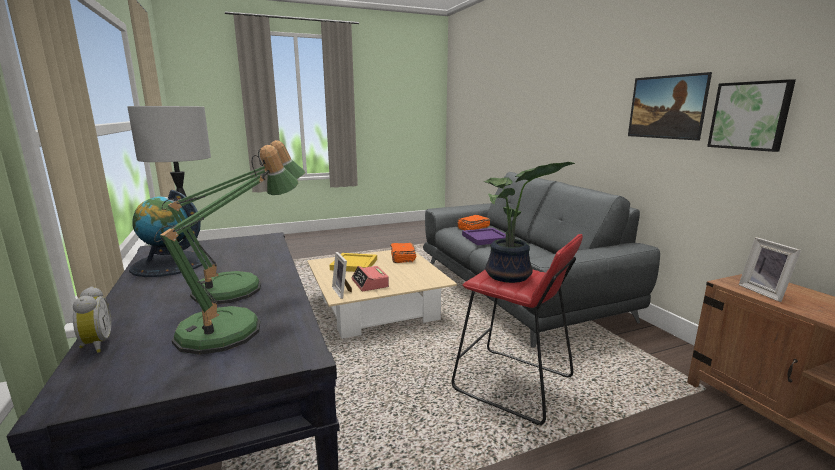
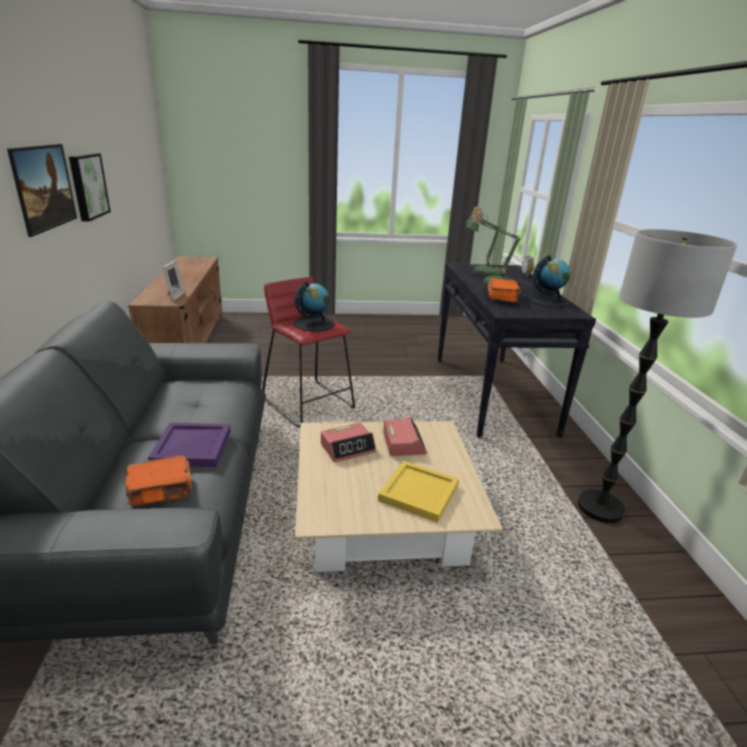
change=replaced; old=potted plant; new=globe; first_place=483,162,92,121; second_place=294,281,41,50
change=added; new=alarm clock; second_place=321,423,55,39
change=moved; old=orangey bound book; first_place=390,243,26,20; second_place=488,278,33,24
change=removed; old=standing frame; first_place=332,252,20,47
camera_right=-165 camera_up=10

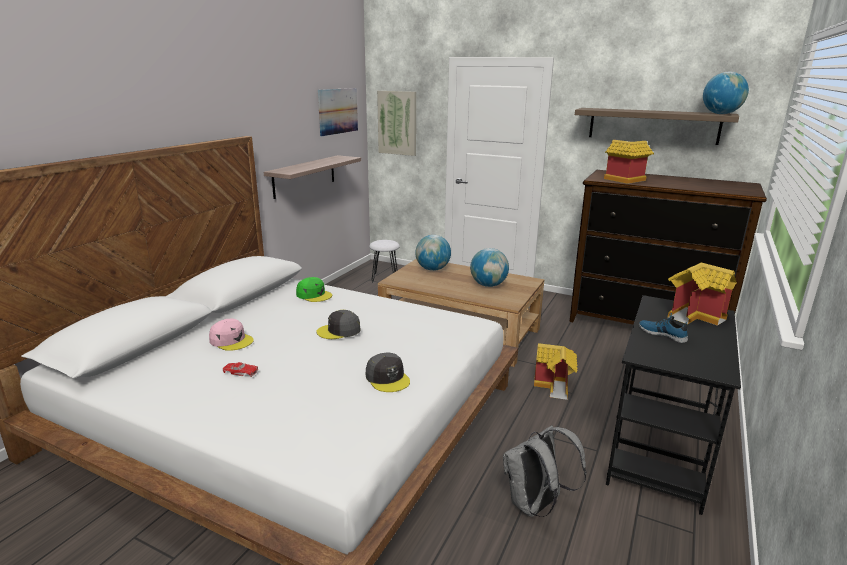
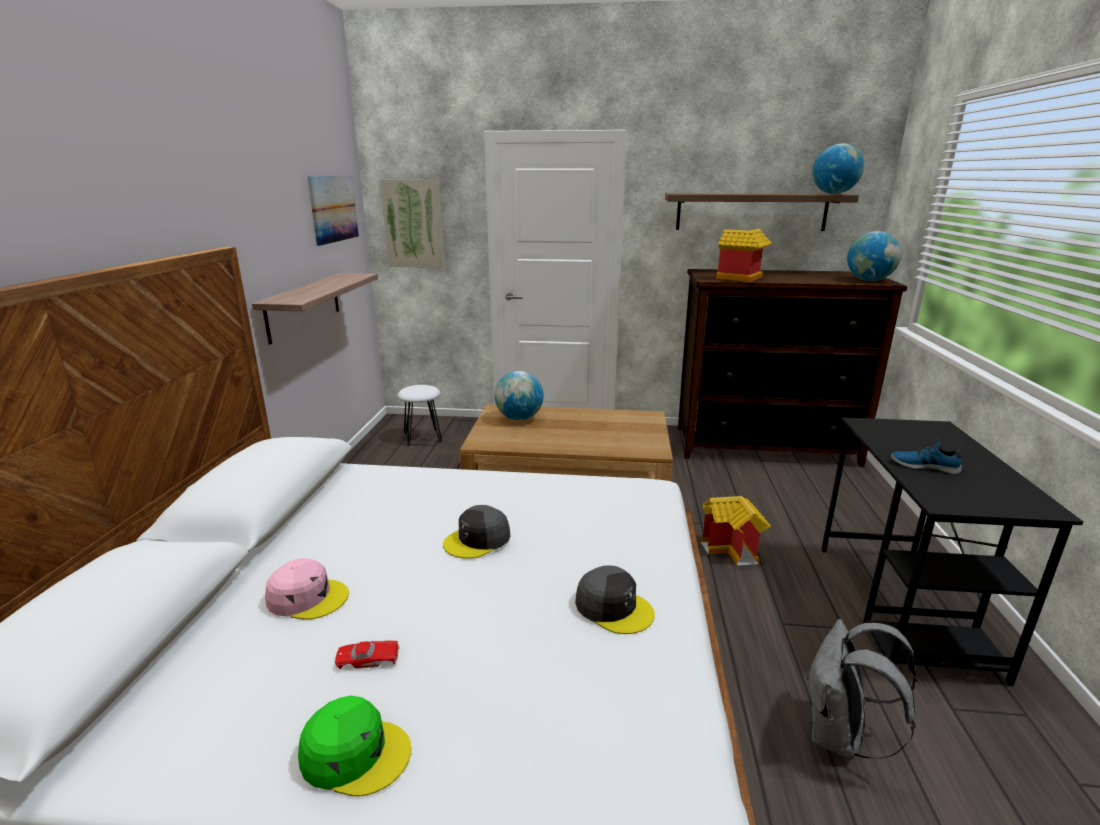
change=moved; old=greenish baseball cap; first_place=296,277,36,25; second_place=298,696,113,100
change=moved; old=globe; first_place=470,248,39,39; second_place=847,231,55,50
change=removed; old=miniature house; first_place=668,262,69,64
camera_right=-20 camera_up=0

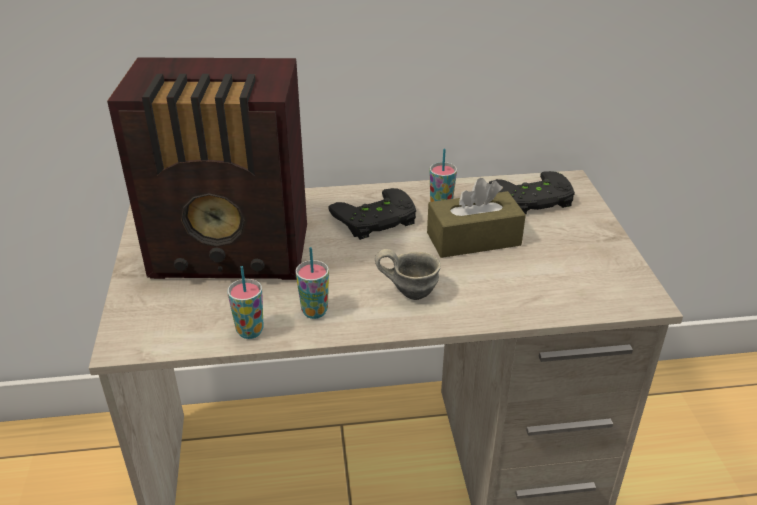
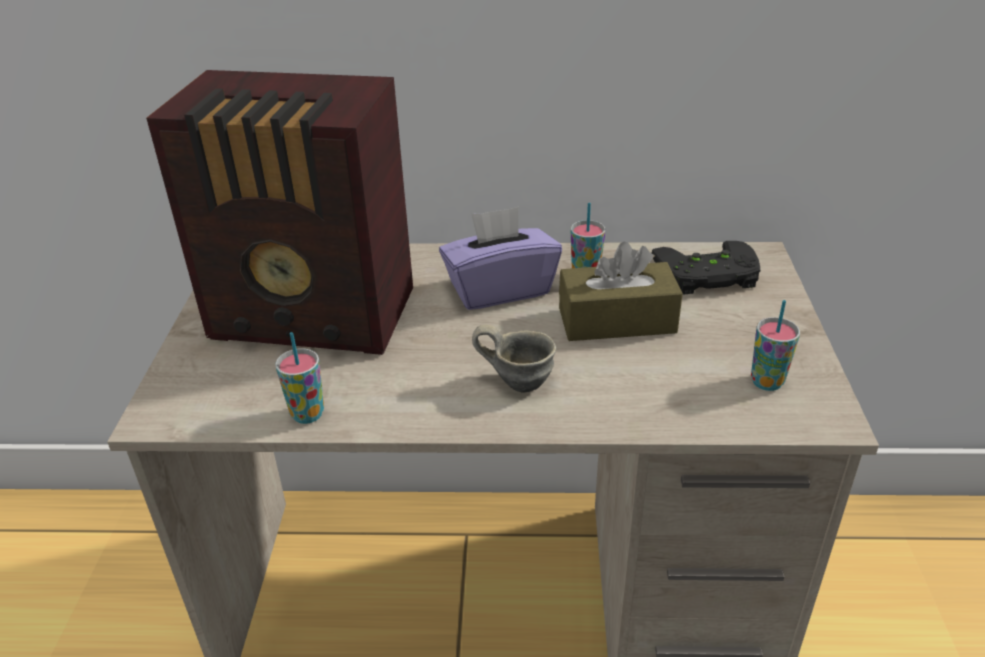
change=replaced; old=black-coloured gamepad; new=purple-coloured box of tissues; first_place=328,188,88,52; second_place=439,207,123,103
change=moved; old=drinking cup; first_place=295,247,34,72; second_place=751,300,49,91
camera_right=10 camera_up=0

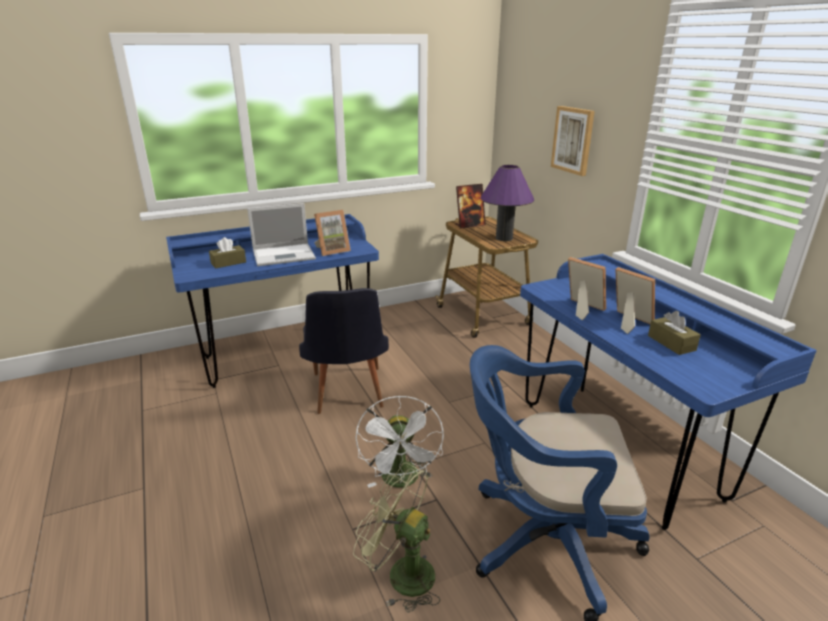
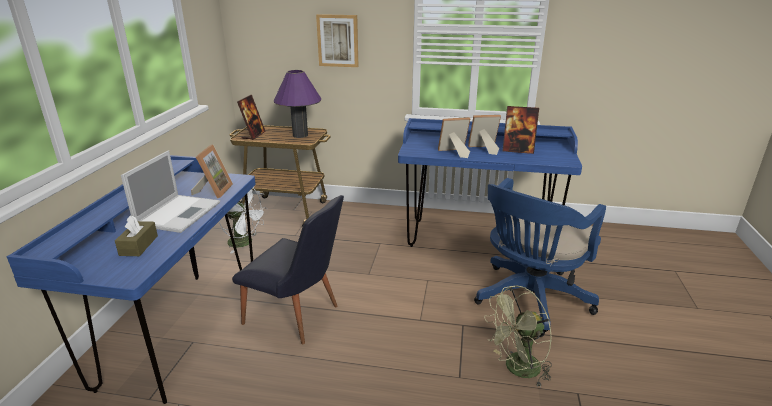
change=moved; old=whitish fan; first_place=355,396,89,92; second_place=219,188,48,65
change=replaced; old=brownish box of tissues; new=standing frame; first_place=648,311,53,44; second_place=503,106,36,48
camera_right=-55 camera_up=0

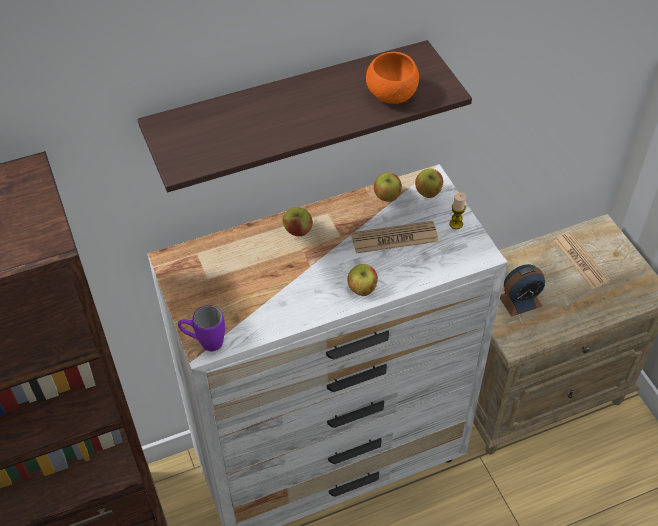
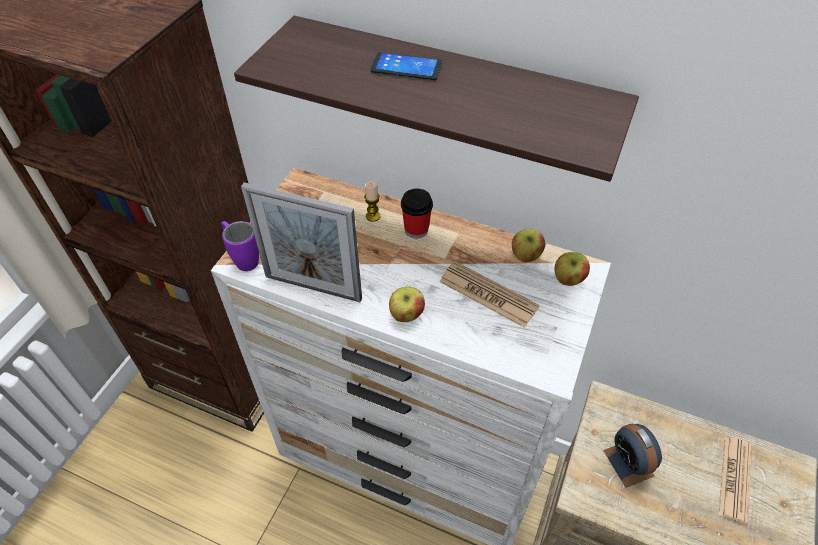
change=added; new=standing frame; second_place=241,182,121,120
change=moved; old=candle; first_place=449,192,17,37; second_place=364,181,16,41
change=added; new=phone; second_place=371,52,71,28
change=replaced; old=apple fruit; new=drinking cup; first_place=283,207,30,29; second_place=401,189,32,49
change=turned; old=alarm clock; first_place=500,264,45,53; second_place=603,424,59,64; degrees=45
change=removed; old=orangey bowl; first_place=366,52,53,52
camera_right=45 camera_up=0

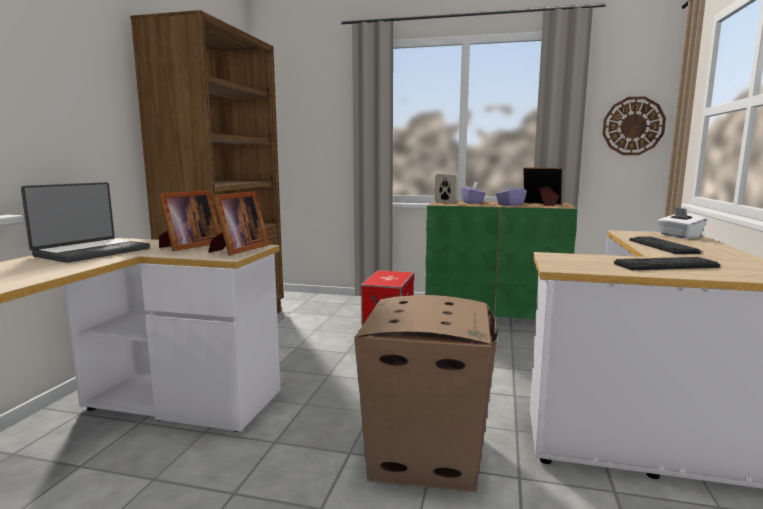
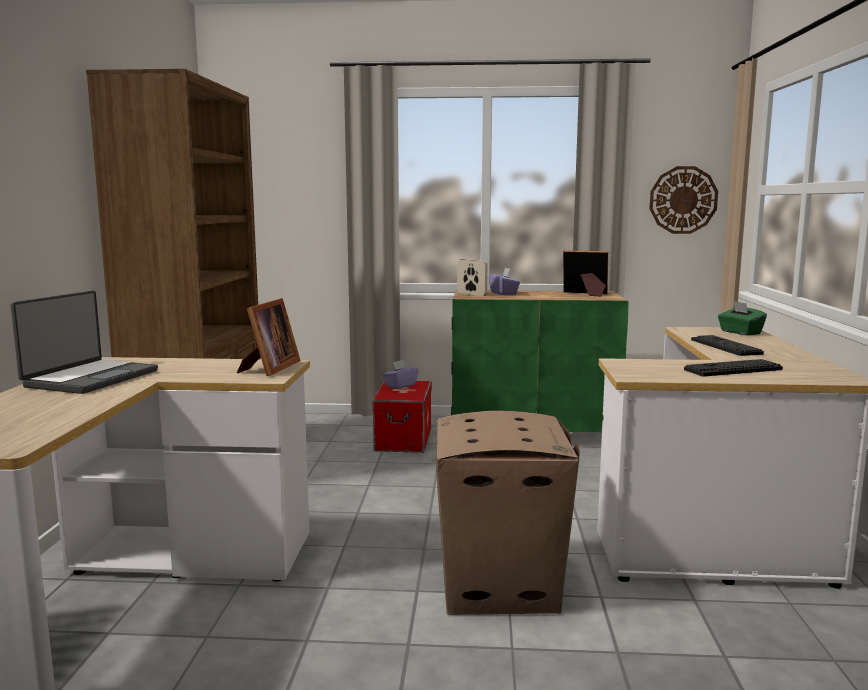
change=moved; old=purple-coloured box of tissues; first_place=496,183,31,23; second_place=383,360,36,29
change=recoloured; old=whitish box of tissues; new=greenish box of tissues; first_place=658,207,49,31; second_place=718,301,49,35
change=removed; old=standing frame; first_place=159,190,61,61
camera_right=-10 camera_up=0

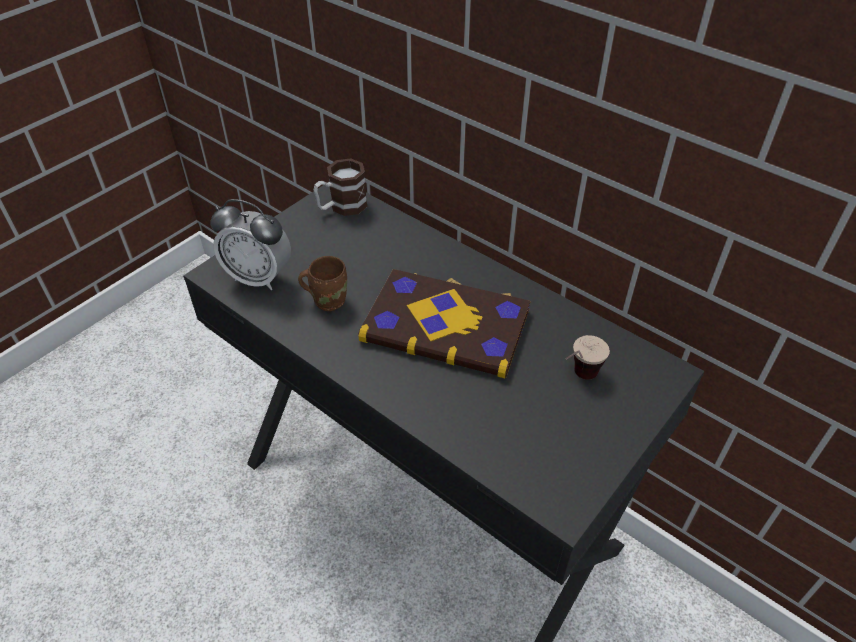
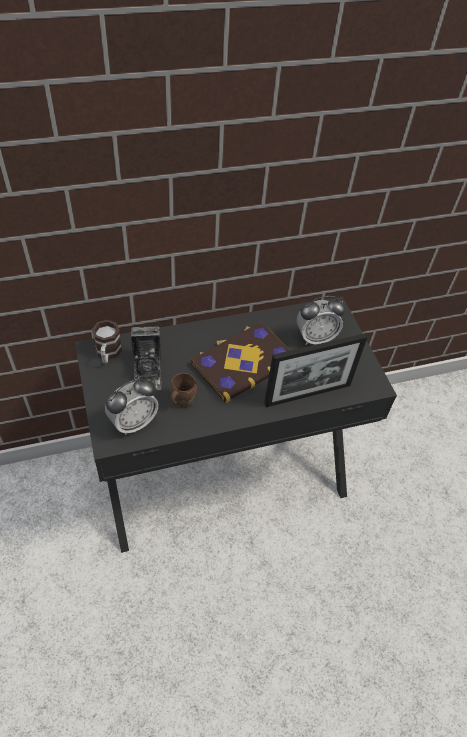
change=added; new=still camera; second_place=131,326,31,64
change=added; new=standing frame; second_place=264,333,103,74
change=replaced; old=drinking cup; new=alarm clock; first_place=565,335,45,45; second_place=297,296,48,49
camera_right=-60 camera_up=5

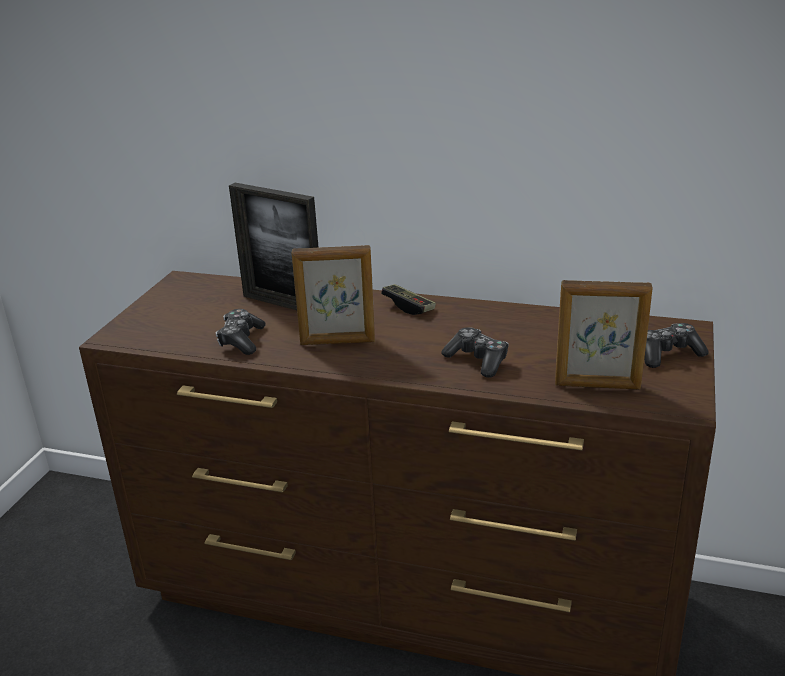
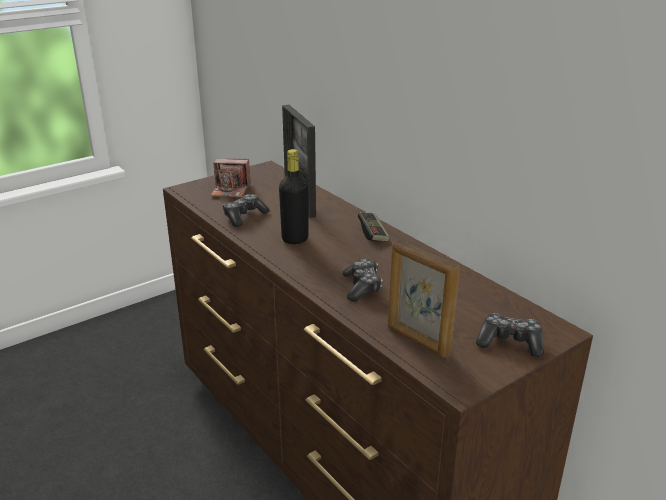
change=added; new=still camera; second_place=211,159,40,38
change=replaced; old=standing frame; new=black-coloured beverage bottle; first_place=291,245,84,100; second_place=279,149,30,96
camera_right=35 camera_up=0

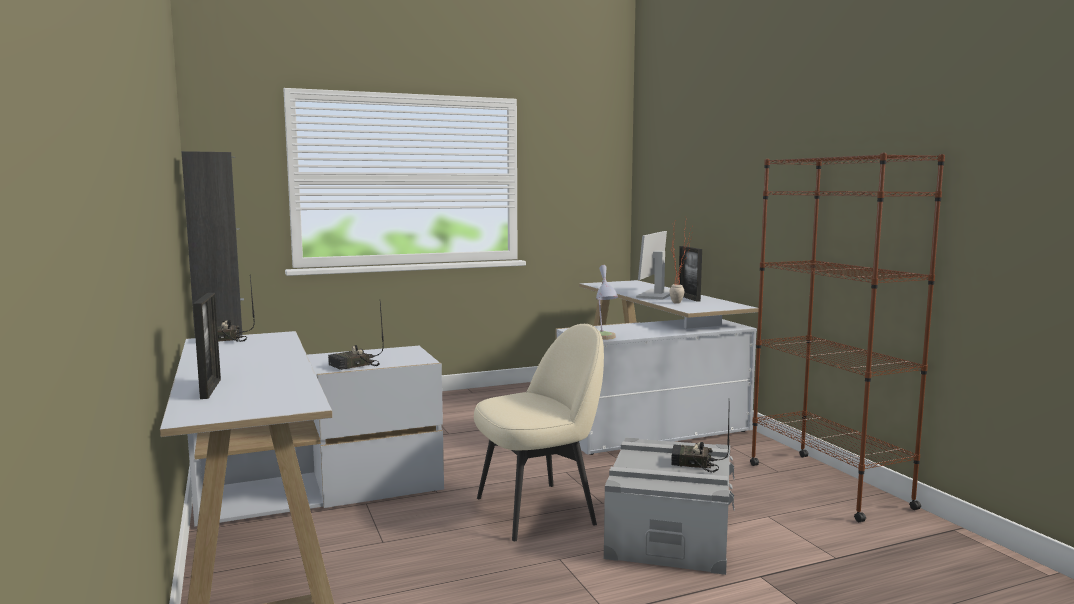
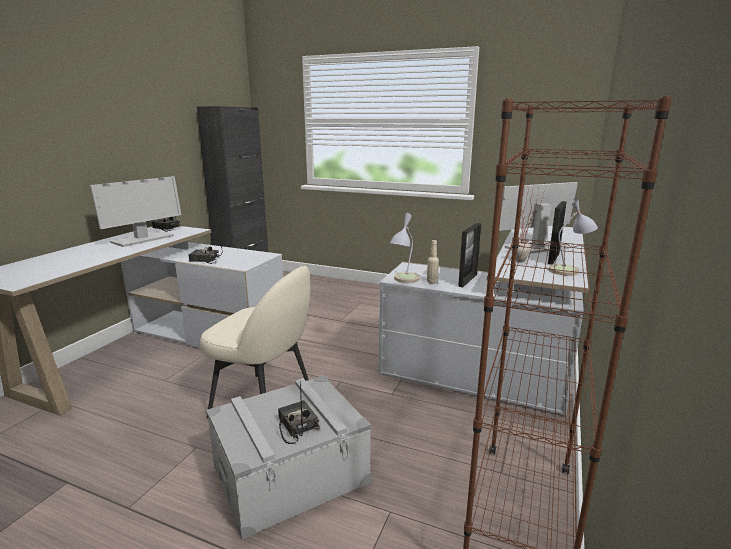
change=added; new=computer screen; second_place=90,176,91,71
change=added; new=beige beverage bottle; second_place=427,240,12,44
change=moved; old=standing frame; first_place=193,293,28,106; second_place=458,223,23,64
change=added; new=table lamp; second_place=548,197,50,79
camera_right=45 camera_up=10

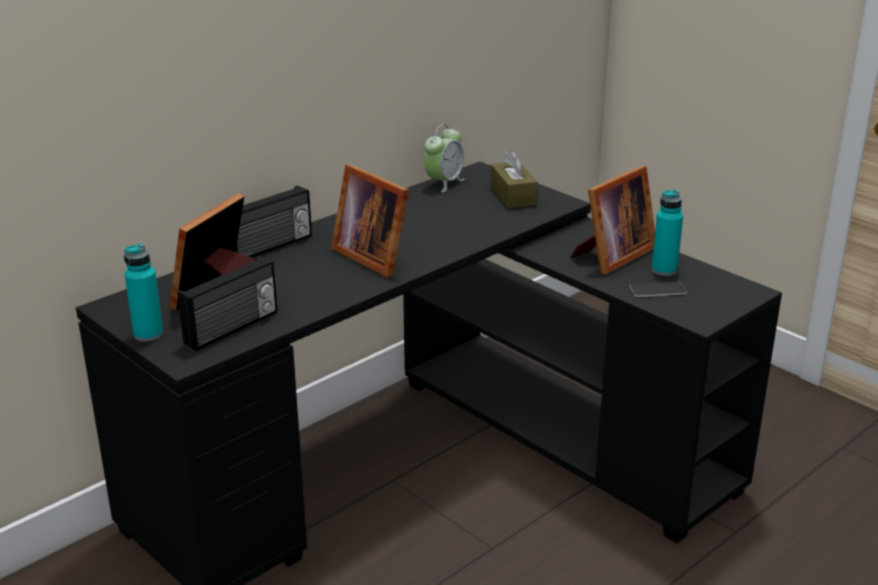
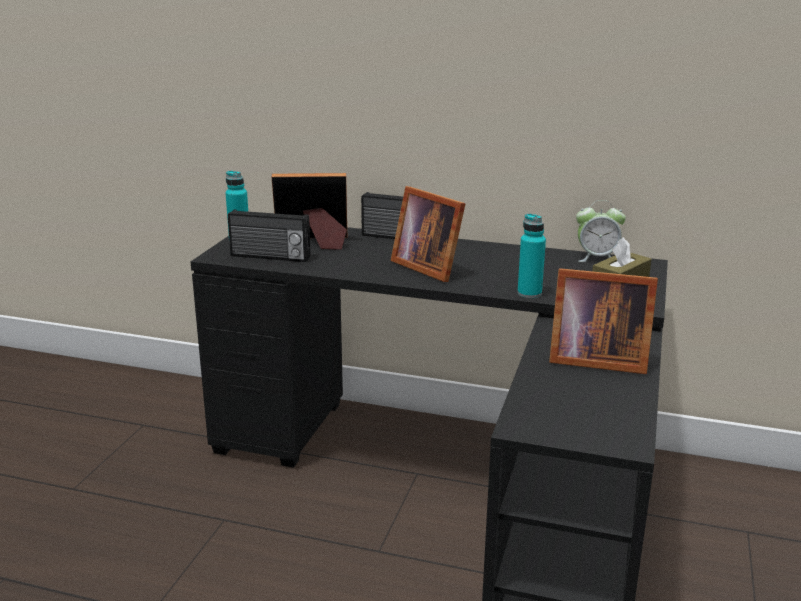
change=turned; old=standing frame; first_place=331,164,78,114; second_place=391,186,74,96; degrees=-60
change=moved; old=turquoise-coloured beverage bottle; first_place=651,190,32,86; second_place=517,213,29,85
change=removed; old=phone; first_place=629,281,58,16
camera_right=60 camera_up=-5

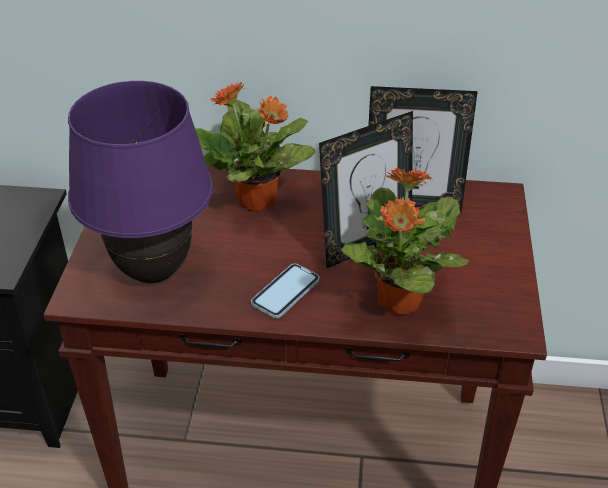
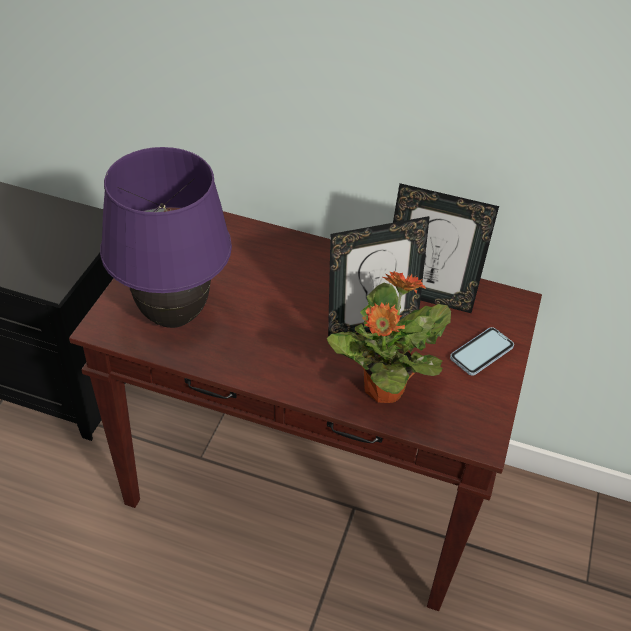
change=moved; old=phone; first_place=251,264,69,54; second_place=450,327,64,49
change=removed; old=potted plant; first_place=195,82,120,130
camera_right=10 camera_up=5

